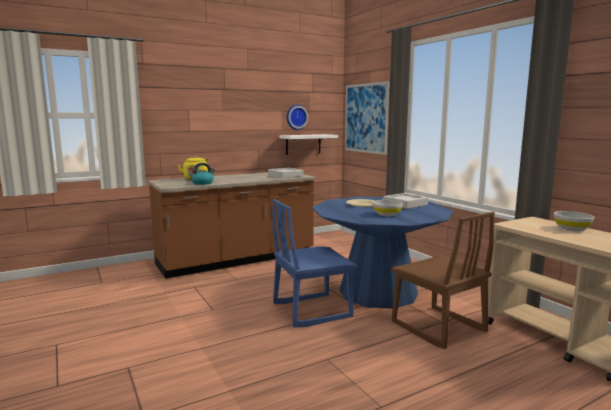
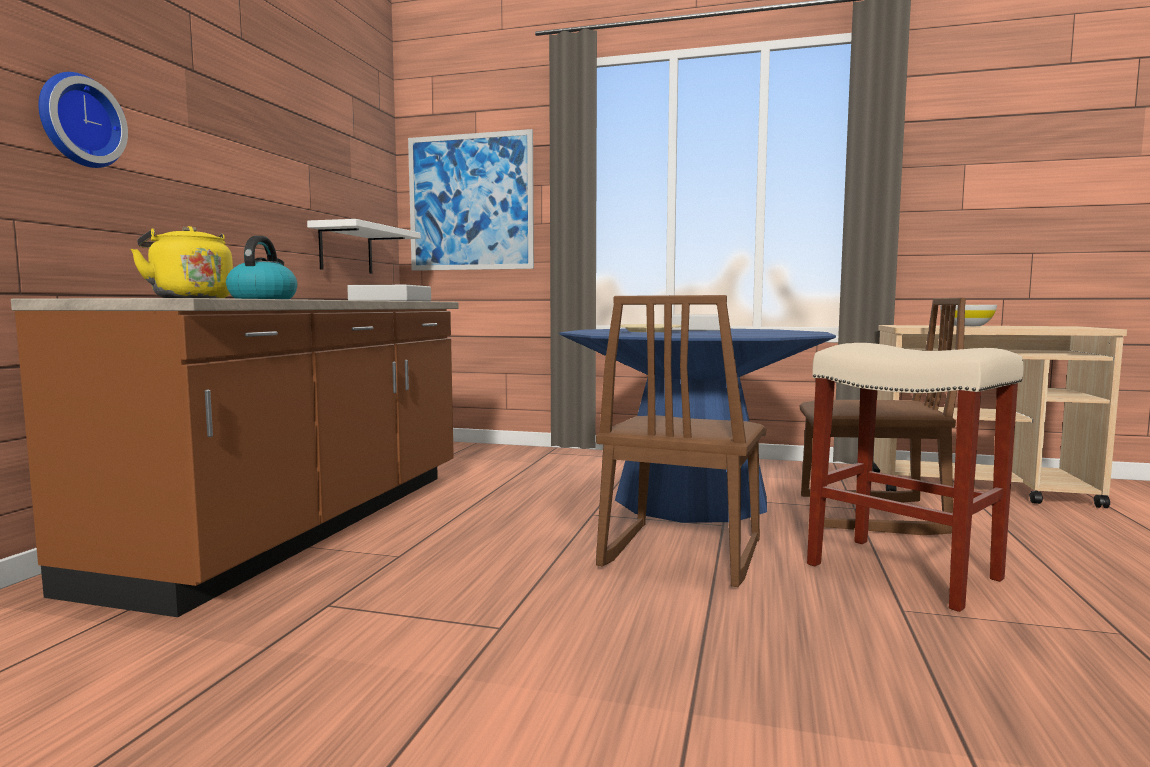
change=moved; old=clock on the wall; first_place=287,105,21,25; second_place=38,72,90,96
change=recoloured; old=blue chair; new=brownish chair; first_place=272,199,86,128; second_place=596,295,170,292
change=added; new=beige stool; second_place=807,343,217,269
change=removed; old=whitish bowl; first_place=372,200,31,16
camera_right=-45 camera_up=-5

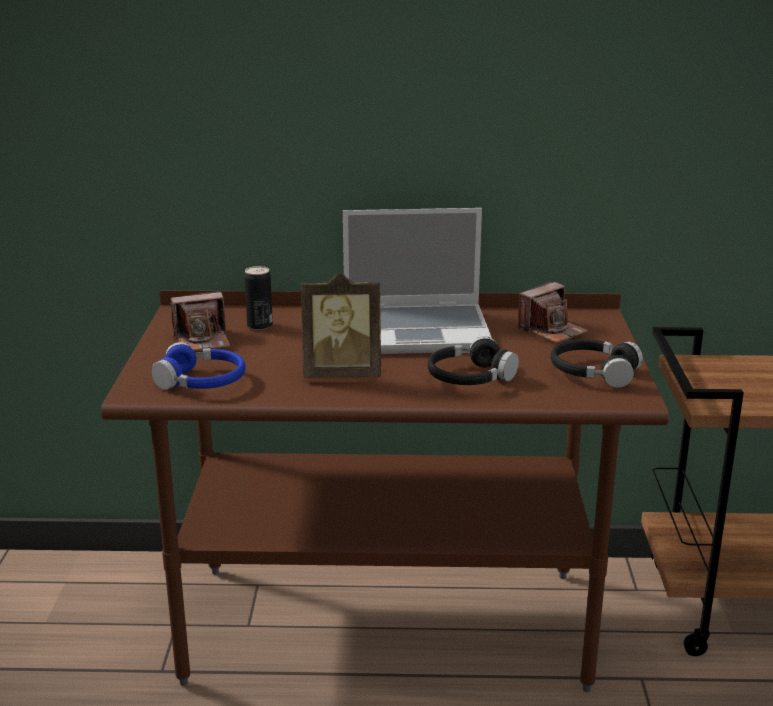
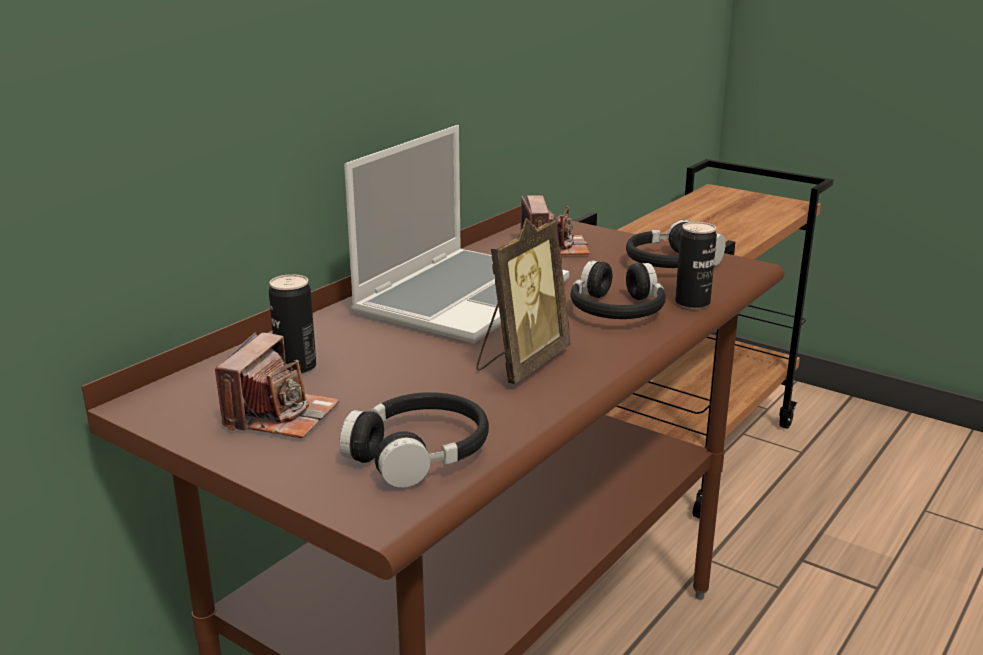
change=recoloured; old=blue headphones; new=black-coloured headphones; first_place=151,342,95,48; second_place=340,392,149,96
change=added; new=metal can; second_place=675,222,42,87
camera_right=-55 camera_up=0

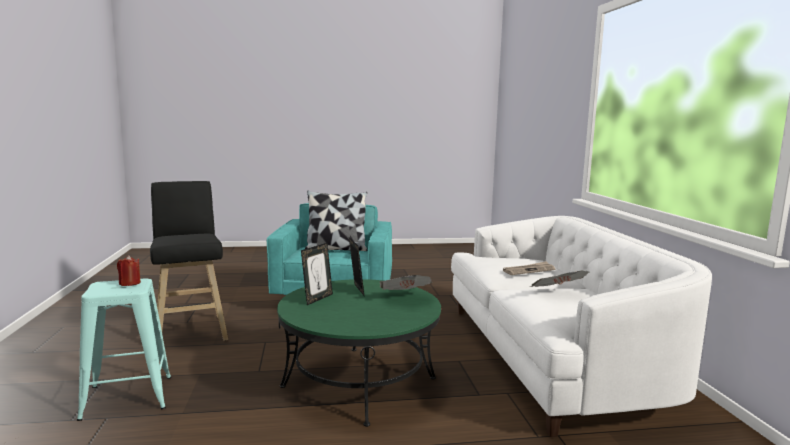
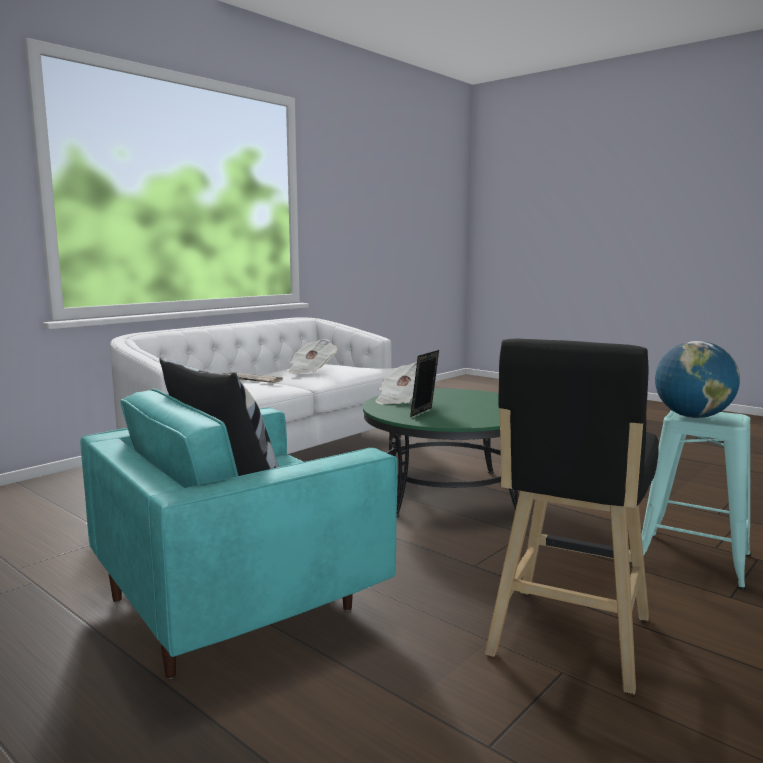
change=replaced; old=red candle; new=globe; first_place=117,255,24,31; second_place=655,341,85,77
change=removed; old=standing frame; first_place=301,243,32,62
camera_right=-130 camera_up=0

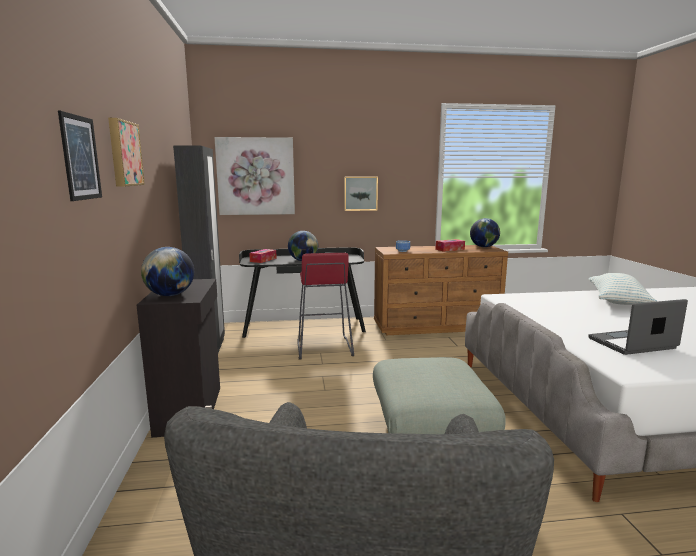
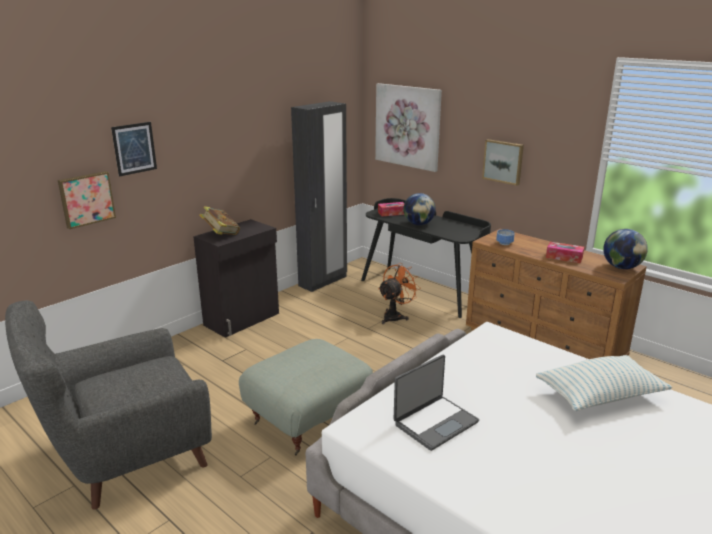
change=moved; old=wall art; first_place=108,118,37,69; second_place=58,171,58,58
change=replaced; old=globe; new=bound book; first_place=141,247,53,49; second_place=199,206,41,29
change=replaced; old=red stool; new=orangey fan; first_place=297,253,57,106; second_place=378,263,43,61
change=turned; old=laptop; first_place=588,299,100,56; second_place=394,355,85,96; degrees=105
camera_right=50 camera_up=10

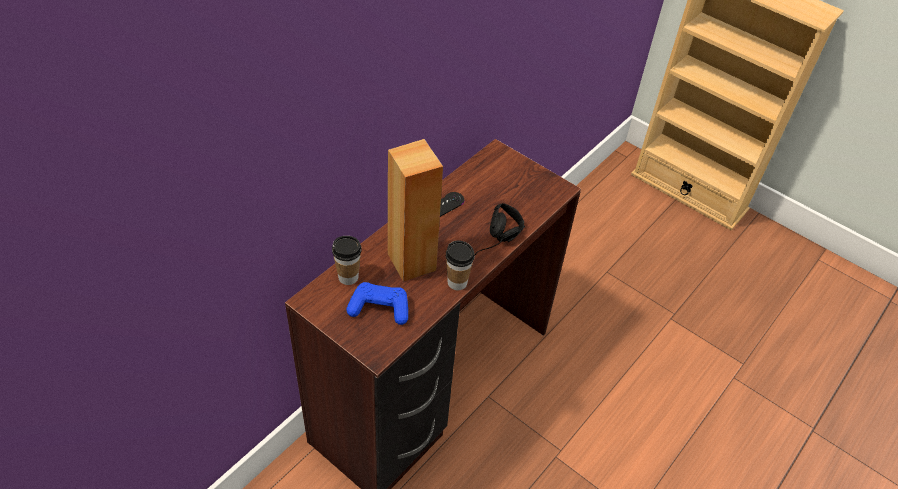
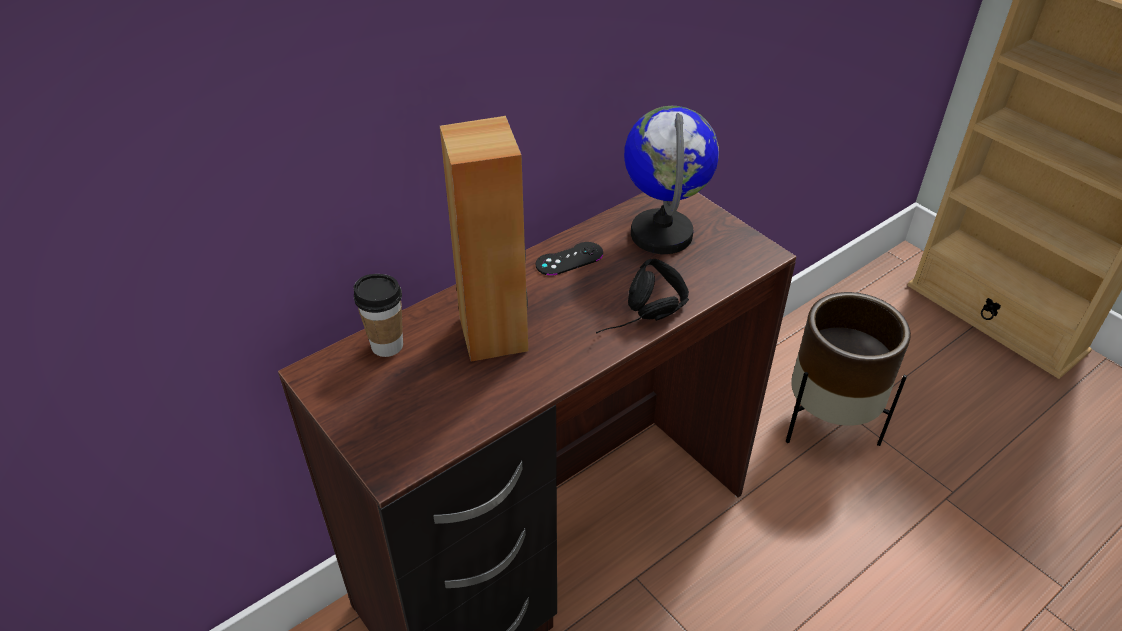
change=added; new=globe; second_place=624,106,95,148
change=added; new=brownish plant pot; second_place=786,292,125,154
change=removed; old=blue gamepad; first_place=346,282,62,43
change=removed; old=drinking cup; first_place=446,240,29,50
camera_right=15 camera_up=-5

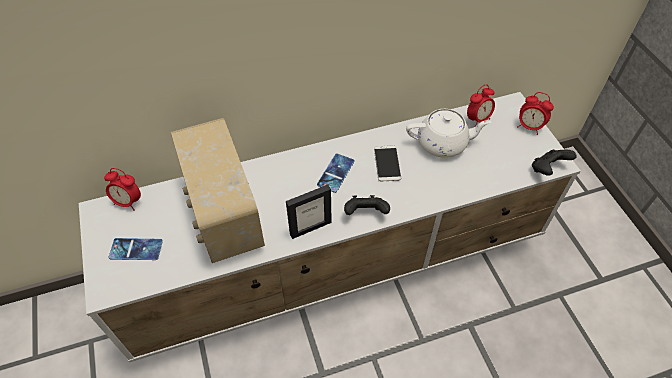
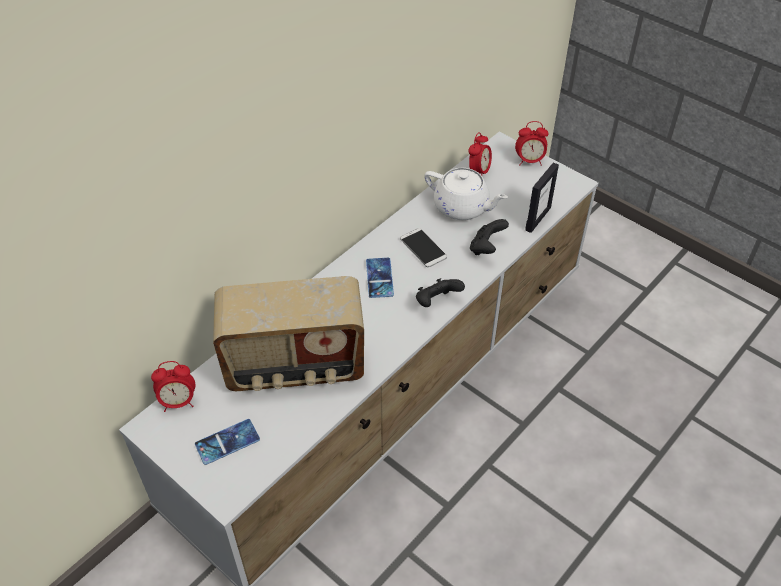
change=turned; old=radio set; first_place=171,118,94,145; second_place=213,276,151,115; degrees=-45
change=turned; old=whitish pot for tea; first_place=406,109,86,49; second_place=424,168,84,52; degrees=60
change=moved; old=black-coloured gamepad; first_place=532,149,45,27; second_place=470,219,39,36
change=moved; old=standing frame; first_place=286,185,46,54; second_place=525,162,34,71
camera_right=-30 camera_up=-5

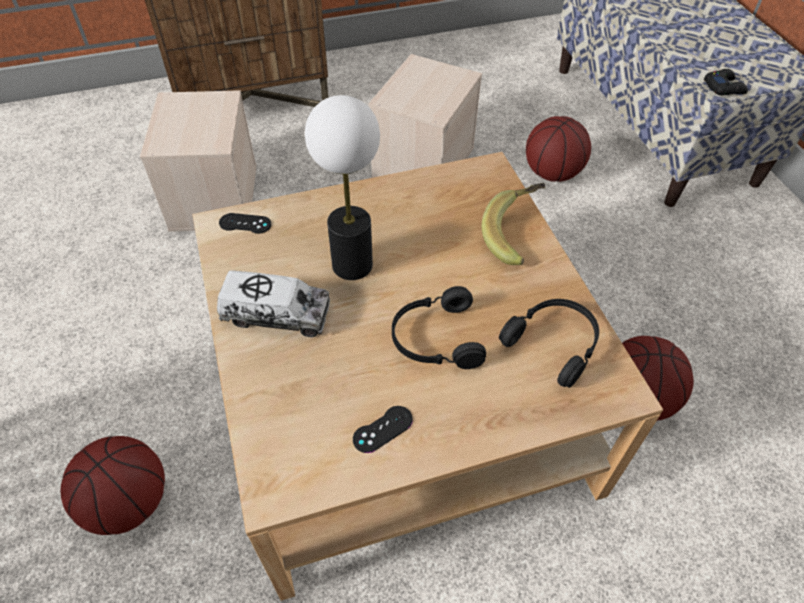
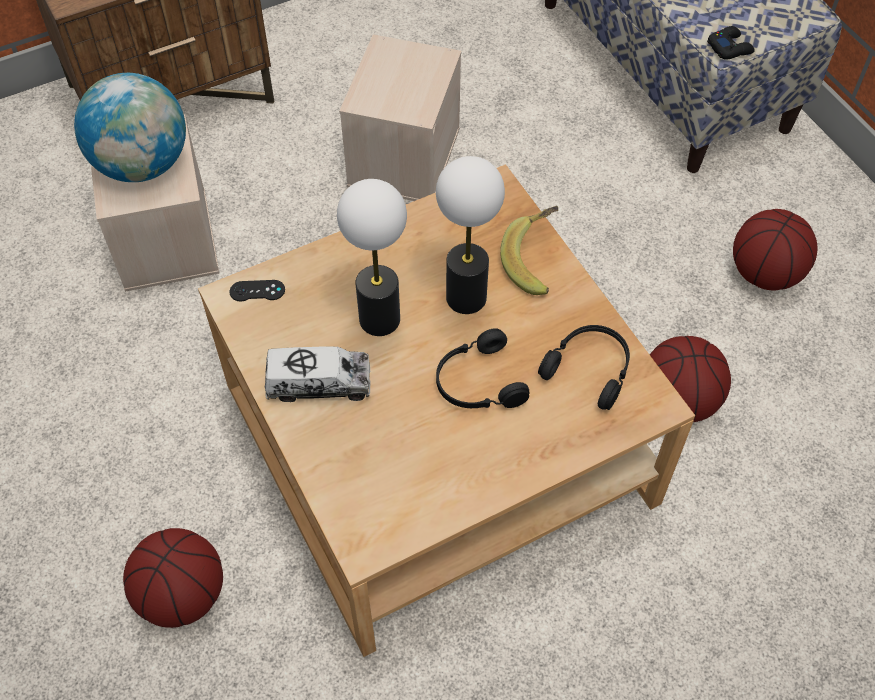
change=added; new=globe; second_place=74,73,112,109
change=added; new=table lamp; second_place=436,156,69,158
change=moved; old=basketball ball; first_place=526,116,65,66; second_place=733,209,84,82
change=removed; old=black-coloured gamepad; first_place=353,406,60,47
camera_right=-10 camera_up=5

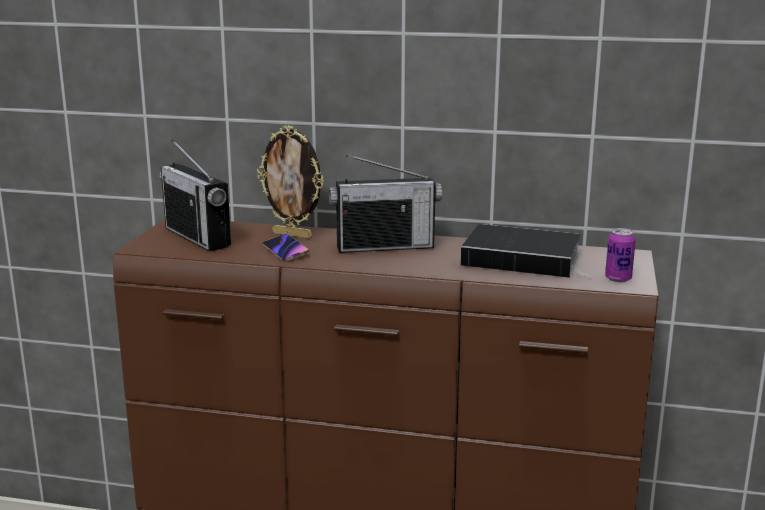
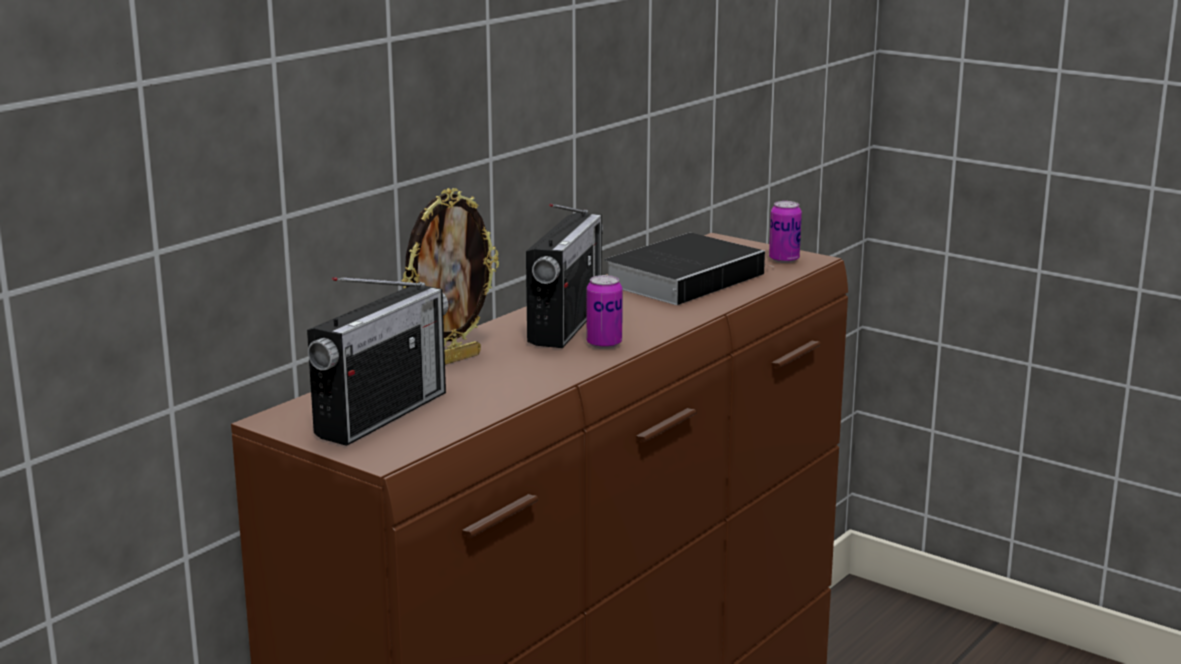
change=turned; old=radio set; first_place=159,139,72,113; second_place=307,277,142,169; degrees=-45
change=added; new=metal can; second_place=586,275,37,74
change=removed; old=phone; first_place=262,234,47,28
camera_right=-65 camera_up=0

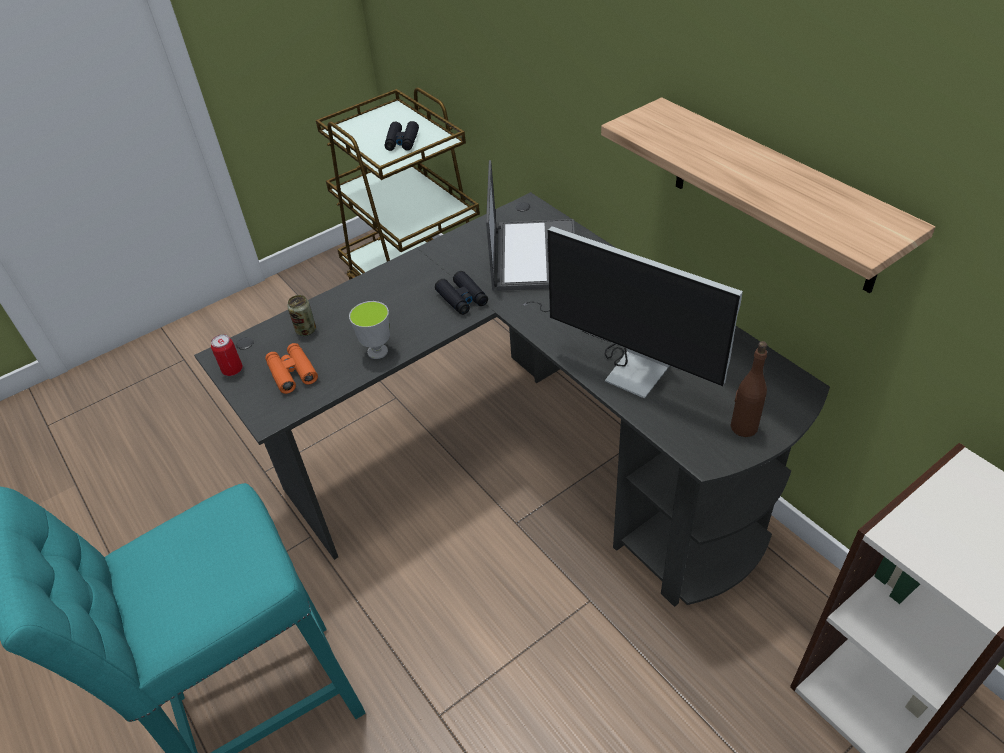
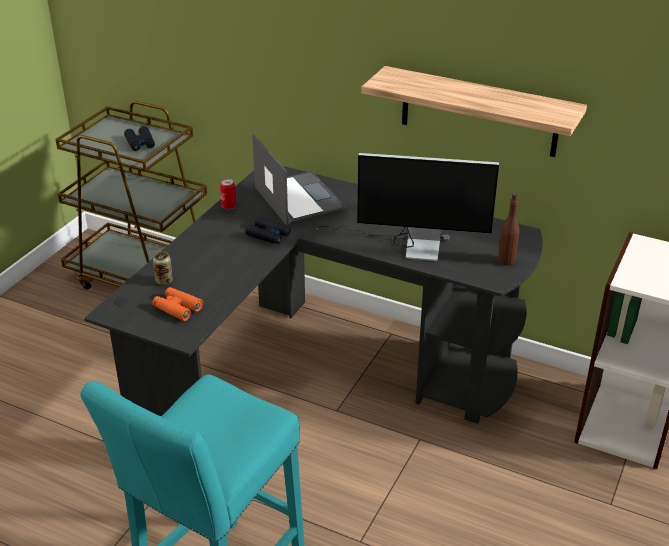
change=moved; old=metal can; first_place=211,334,32,42; second_place=220,179,16,30
change=removed; old=drinking cup; first_place=349,301,41,58
camera_right=-30 camera_up=-10

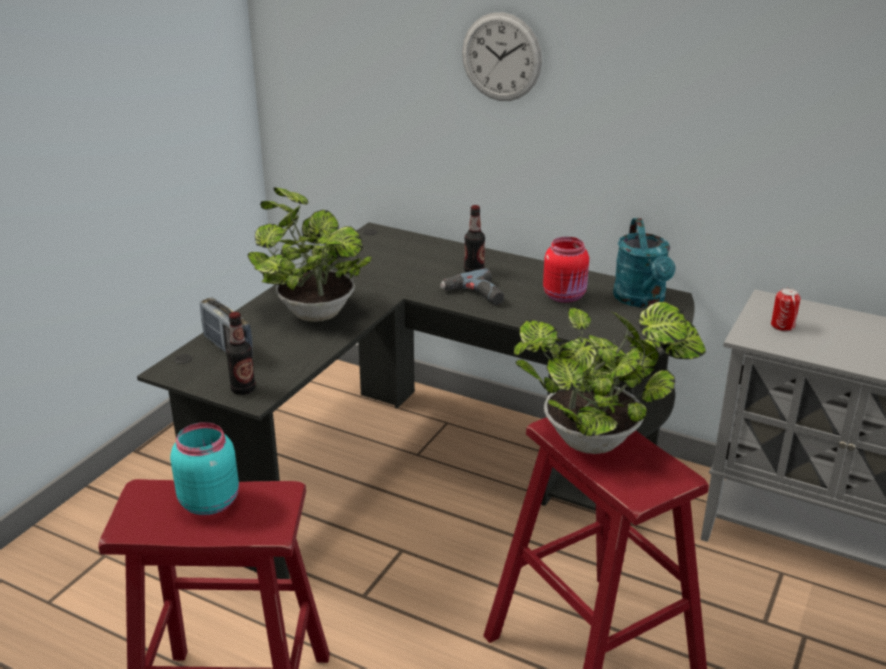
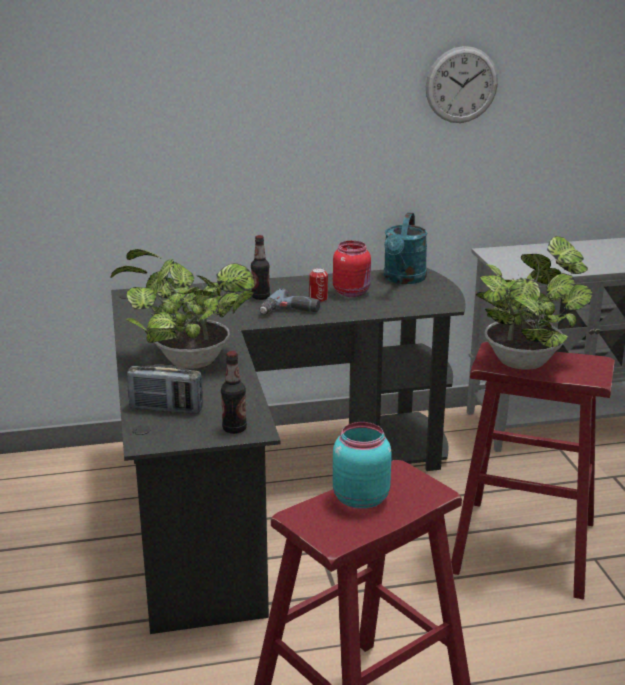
change=moved; old=metal can; first_place=771,288,30,43; second_place=309,268,19,34
change=turned; old=turquoise-coloured sprinkling can; first_place=613,218,63,90; second_place=384,212,43,72; degrees=60
change=moved; old=clock on the wall; first_place=462,12,80,89; second_place=426,46,72,77
camera_right=-40 camera_up=-5

